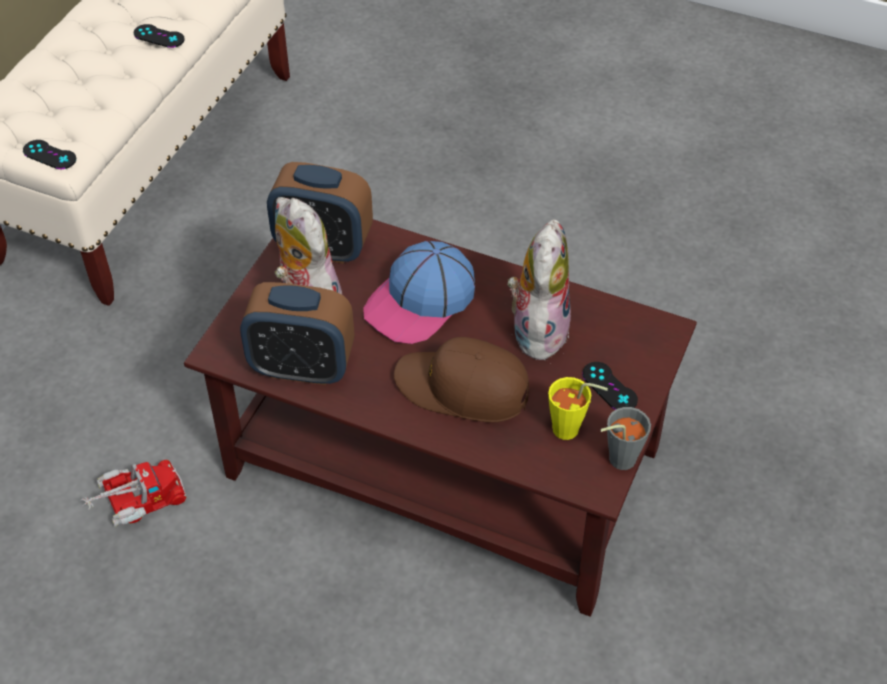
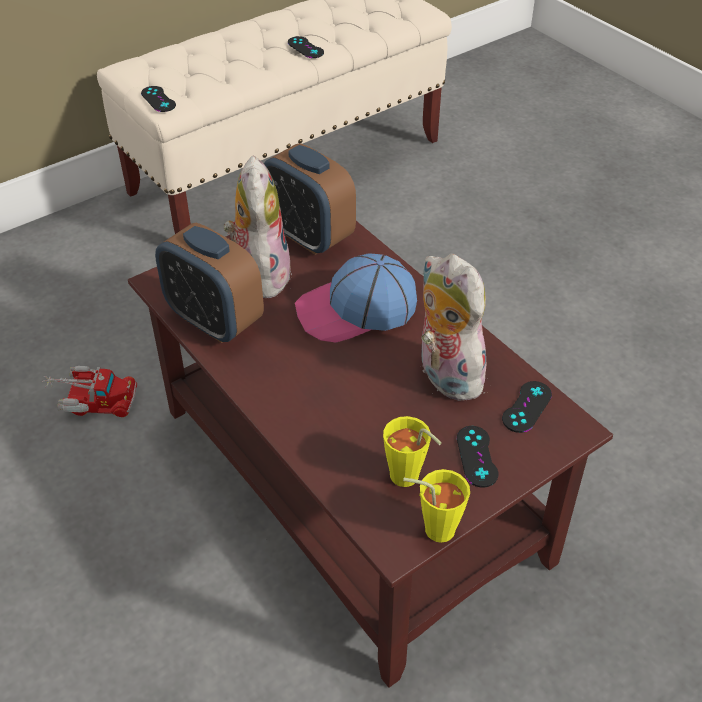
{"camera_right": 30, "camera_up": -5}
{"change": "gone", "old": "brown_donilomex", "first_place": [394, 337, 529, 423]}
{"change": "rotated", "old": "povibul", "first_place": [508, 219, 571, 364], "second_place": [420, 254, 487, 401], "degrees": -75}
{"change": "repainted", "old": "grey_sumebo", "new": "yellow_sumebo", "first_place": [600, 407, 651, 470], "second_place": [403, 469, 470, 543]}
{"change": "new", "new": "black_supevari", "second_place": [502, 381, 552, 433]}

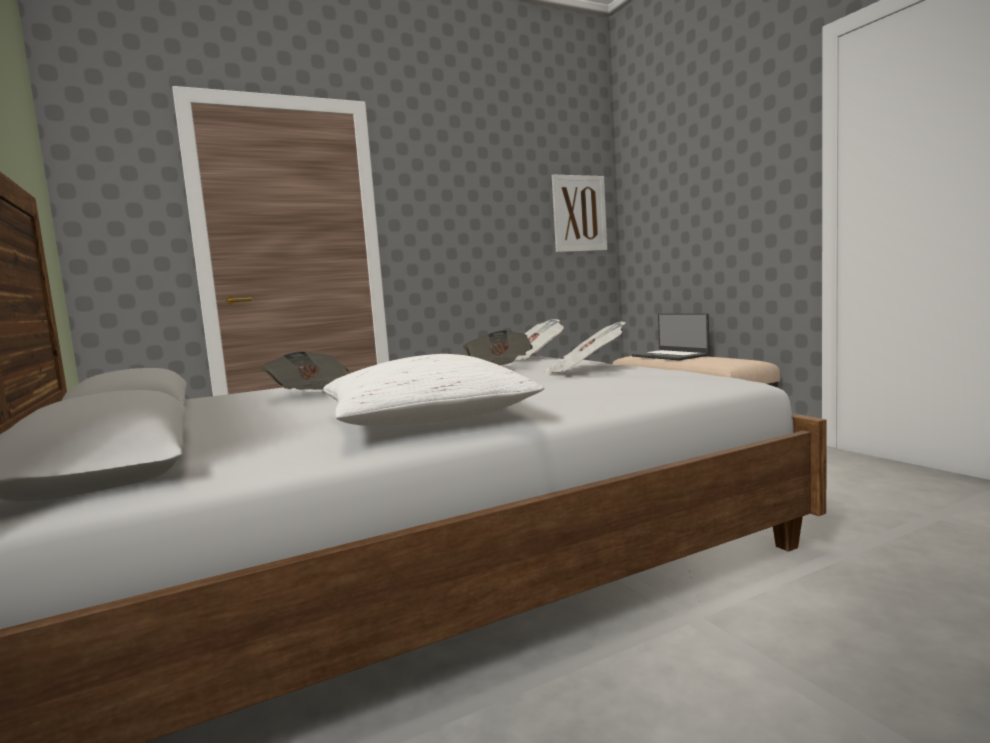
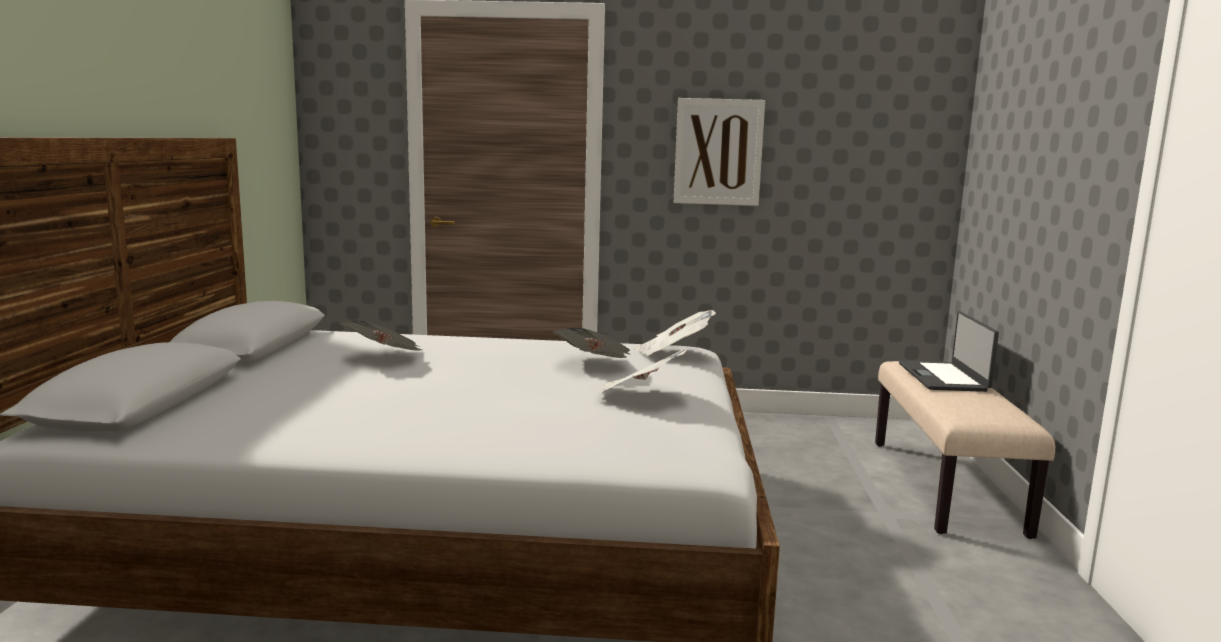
{"camera_right": 30, "camera_up": 5}
{"change": "gone", "old": "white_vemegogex", "first_place": [323, 354, 544, 427]}
{"change": "shifted", "old": "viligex", "first_place": [552, 175, 607, 252], "second_place": [674, 98, 765, 206]}

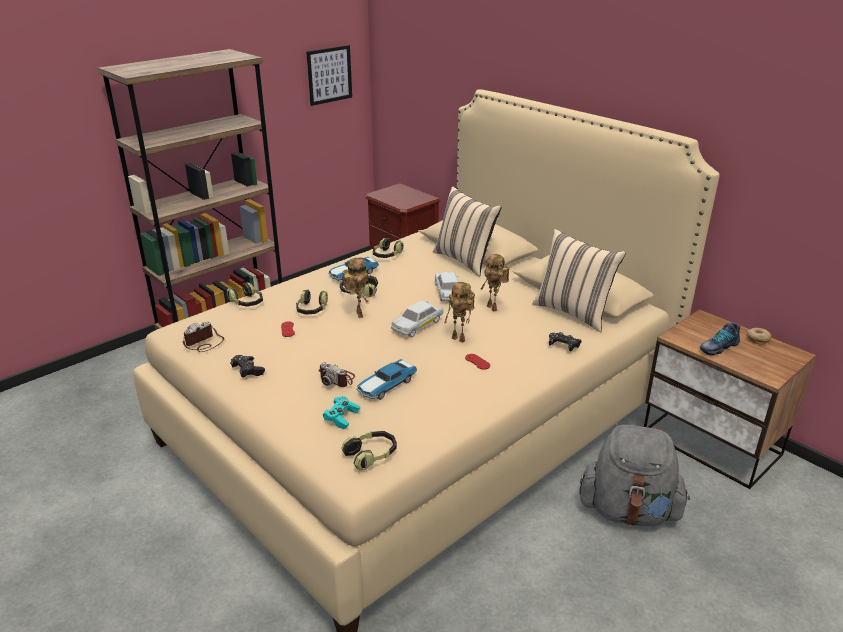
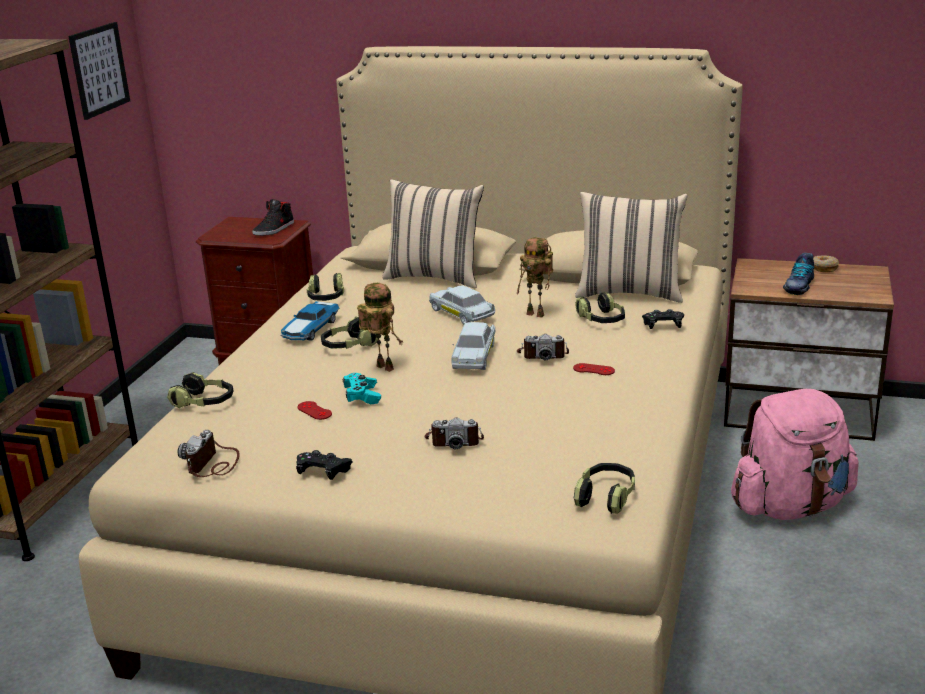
{"camera_right": -30, "camera_up": -5}
{"change": "shifted", "old": "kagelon", "first_place": [296, 290, 328, 314], "second_place": [575, 292, 625, 323]}
{"change": "shifted", "old": "turquoise_supevari", "first_place": [323, 396, 360, 429], "second_place": [342, 373, 381, 404]}
{"change": "gone", "old": "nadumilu", "first_place": [356, 359, 417, 400]}
{"change": "swapped", "old": "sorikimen", "new": "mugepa", "first_place": [444, 282, 475, 343], "second_place": [517, 334, 569, 360]}
{"change": "repainted", "old": "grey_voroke", "new": "pink_voroke", "first_place": [579, 424, 690, 526], "second_place": [731, 389, 859, 520]}
{"change": "new", "new": "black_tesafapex", "second_place": [252, 199, 294, 236]}

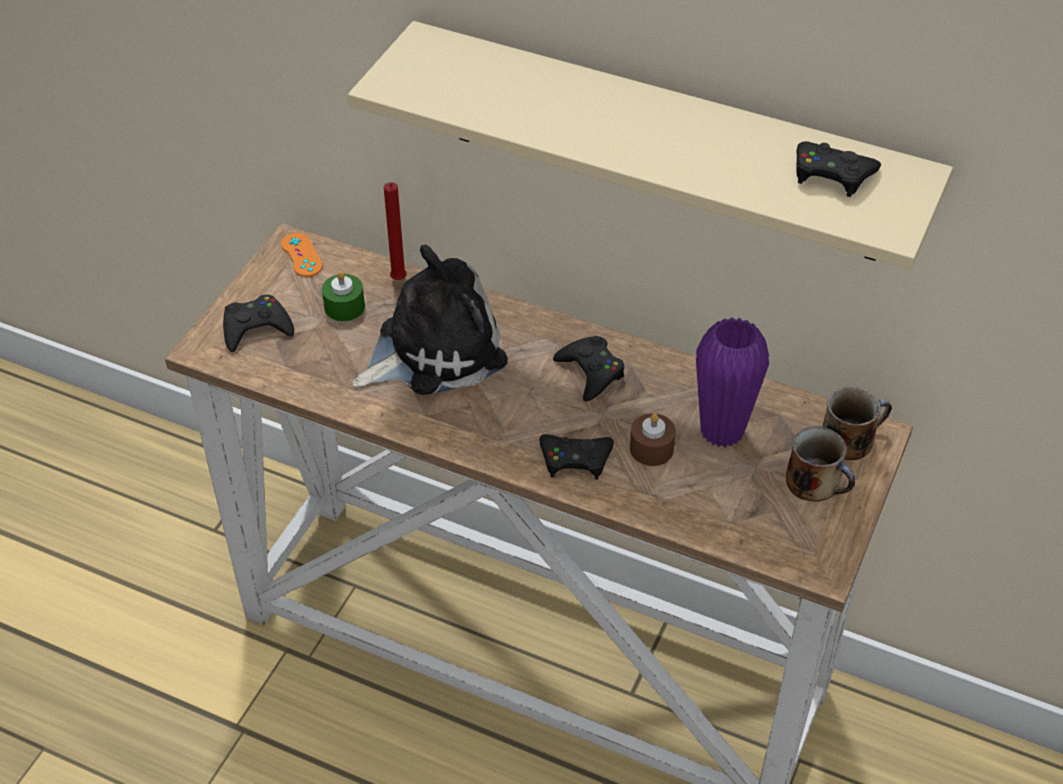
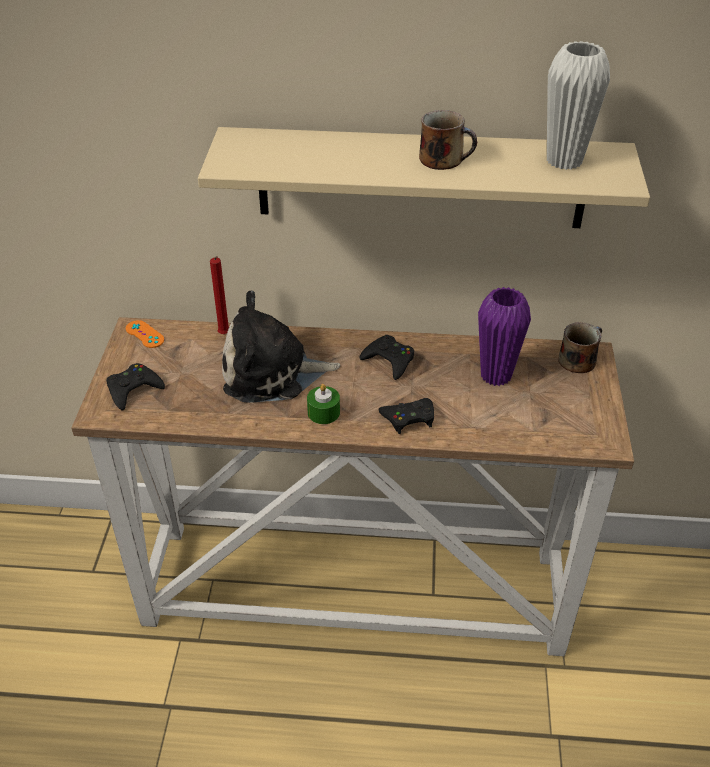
{"camera_right": -20, "camera_up": -5}
{"change": "shifted", "old": "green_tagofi", "first_place": [322, 271, 365, 322], "second_place": [307, 384, 340, 424]}
{"change": "rotated", "old": "povibul", "first_place": [353, 245, 508, 395], "second_place": [222, 290, 340, 403], "degrees": -135}
{"change": "gone", "old": "brown_tagofi", "first_place": [630, 413, 676, 466]}
{"change": "shifted", "old": "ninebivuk", "first_place": [786, 426, 855, 502], "second_place": [419, 110, 477, 170]}
{"change": "swapped", "old": "black_supevari", "new": "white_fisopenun", "first_place": [796, 141, 881, 197], "second_place": [547, 41, 610, 170]}

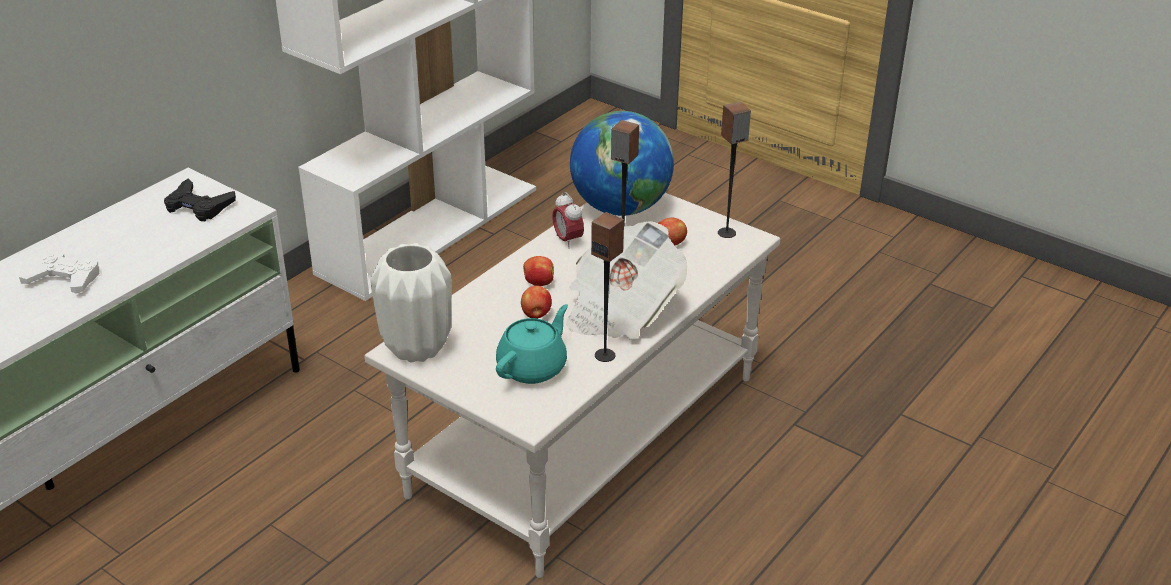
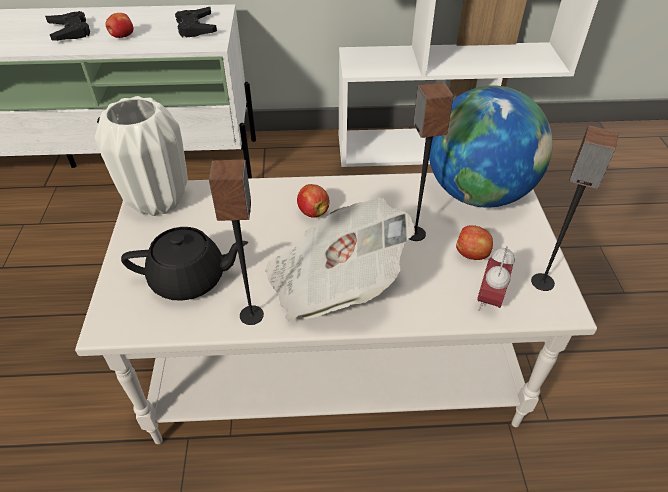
{"camera_right": 50, "camera_up": 10}
{"change": "repainted", "old": "white_supevari", "new": "black_supevari", "first_place": [19, 252, 99, 294], "second_place": [45, 11, 90, 41]}
{"change": "repainted", "old": "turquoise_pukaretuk", "new": "black_pukaretuk", "first_place": [496, 304, 568, 384], "second_place": [121, 227, 248, 301]}
{"change": "shifted", "old": "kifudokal", "first_place": [521, 285, 552, 319], "second_place": [105, 13, 134, 38]}
{"change": "shifted", "old": "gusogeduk", "first_place": [552, 192, 584, 249], "second_place": [477, 246, 515, 311]}

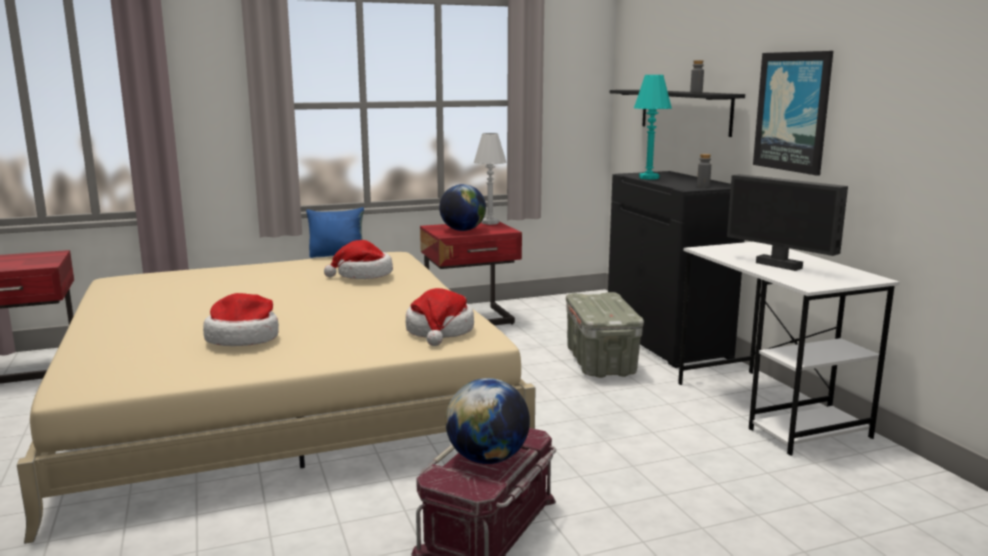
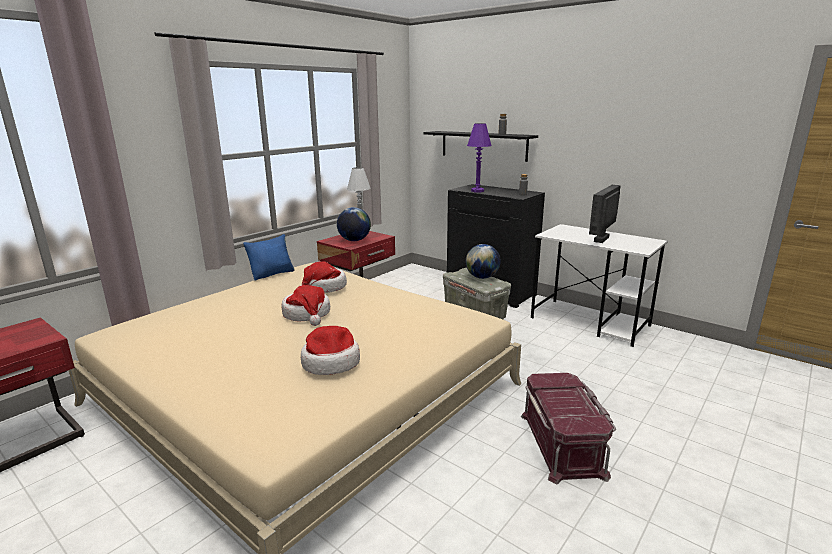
{"camera_right": -30, "camera_up": 5}
{"change": "shifted", "old": "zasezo", "first_place": [406, 288, 474, 346], "second_place": [282, 285, 330, 326]}
{"change": "shifted", "old": "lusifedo", "first_place": [445, 378, 530, 464], "second_place": [466, 244, 501, 279]}
{"change": "repainted", "old": "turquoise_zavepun", "new": "purple_zavepun", "first_place": [634, 75, 672, 180], "second_place": [467, 123, 492, 192]}
{"change": "rotated", "old": "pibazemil", "first_place": [727, 174, 848, 271], "second_place": [589, 185, 621, 243], "degrees": 105}
{"change": "gone", "old": "viligex", "first_place": [753, 51, 833, 176]}

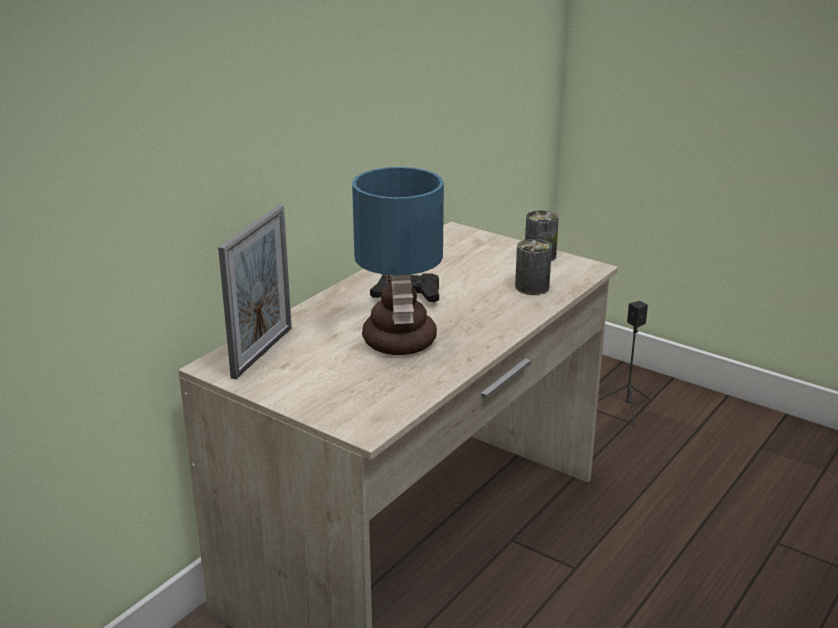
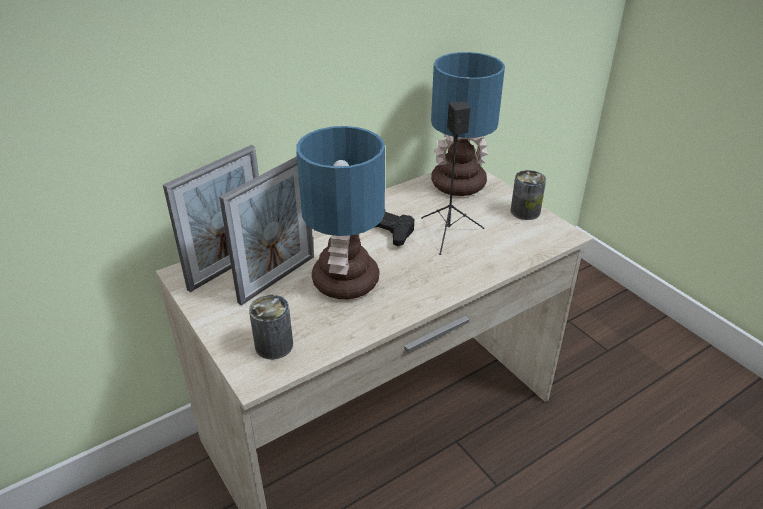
{"camera_right": 20, "camera_up": 10}
{"change": "shifted", "old": "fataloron", "first_place": [515, 239, 552, 295], "second_place": [249, 295, 293, 359]}
{"change": "shifted", "old": "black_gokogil", "first_place": [598, 301, 651, 426], "second_place": [421, 102, 484, 255]}
{"change": "new", "new": "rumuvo", "second_place": [219, 156, 314, 305]}
{"change": "new", "new": "zavepun", "second_place": [431, 52, 505, 196]}

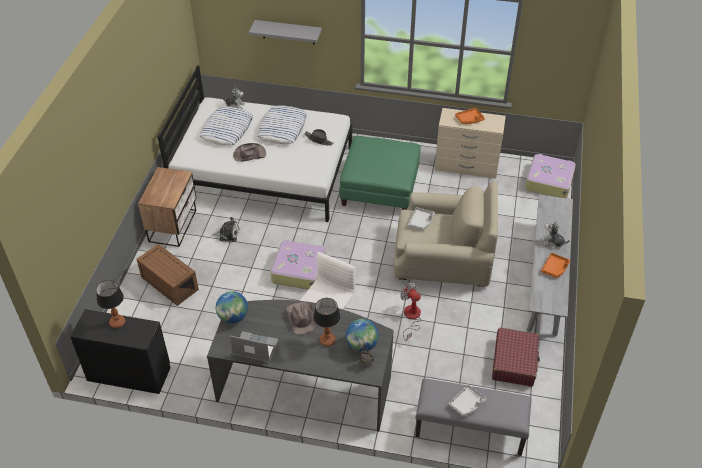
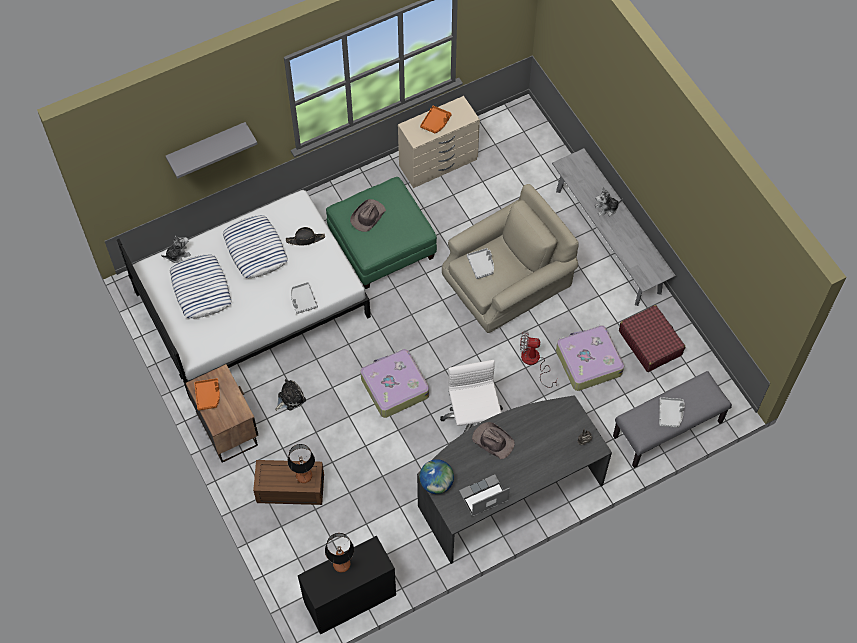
{"camera_right": -40, "camera_up": 15}
{"change": "shifted", "old": "brown_zasezo", "first_place": [233, 143, 266, 161], "second_place": [350, 199, 386, 232]}
{"change": "shifted", "old": "zavepun", "first_place": [313, 298, 341, 347], "second_place": [288, 444, 315, 483]}
{"change": "gone", "old": "lusifedo", "first_place": [346, 319, 379, 352]}
{"change": "shifted", "old": "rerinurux", "first_place": [525, 154, 575, 198], "second_place": [556, 325, 624, 391]}
{"change": "shifted", "old": "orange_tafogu", "first_place": [541, 253, 570, 278], "second_place": [194, 378, 220, 411]}
{"change": "new", "new": "grey_tafogu", "second_place": [291, 282, 318, 314]}

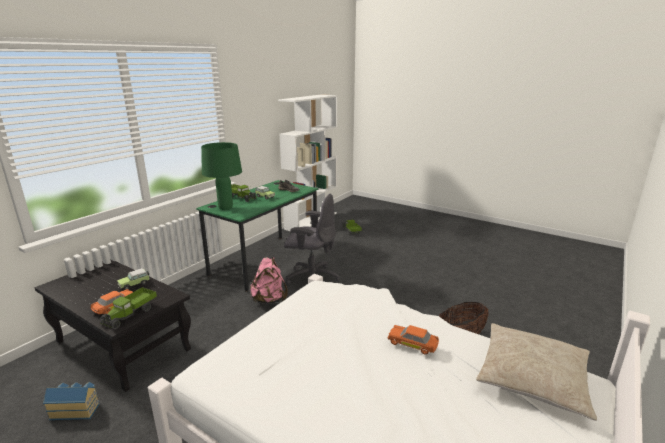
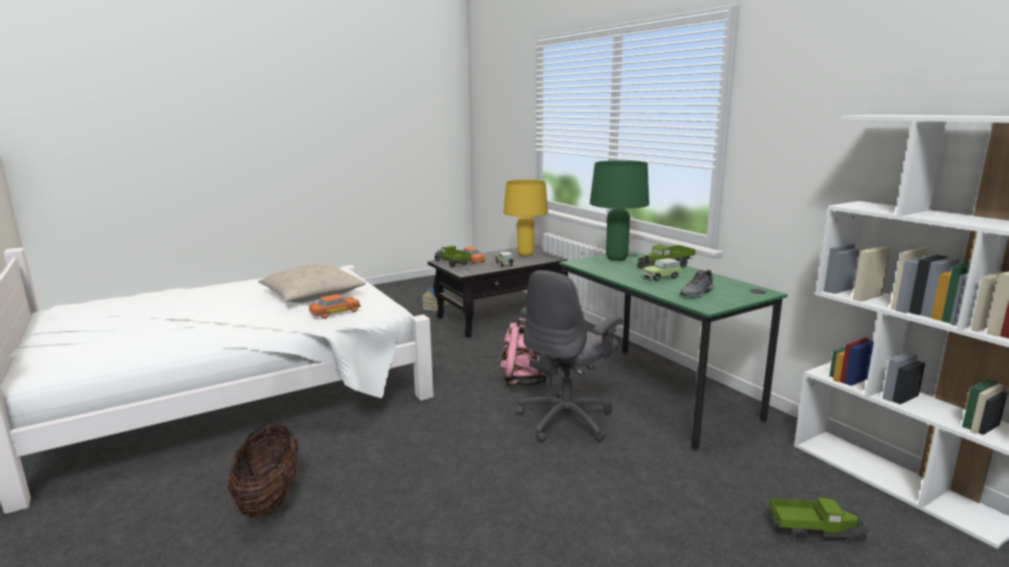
{"camera_right": 115, "camera_up": -5}
{"change": "shifted", "old": "orange_nadumilu", "first_place": [388, 325, 439, 355], "second_place": [309, 294, 361, 318]}
{"change": "shifted", "old": "beige_vemegogex", "first_place": [476, 323, 597, 421], "second_place": [258, 264, 366, 303]}
{"change": "new", "new": "yellow_zavepun", "second_place": [503, 179, 548, 256]}

